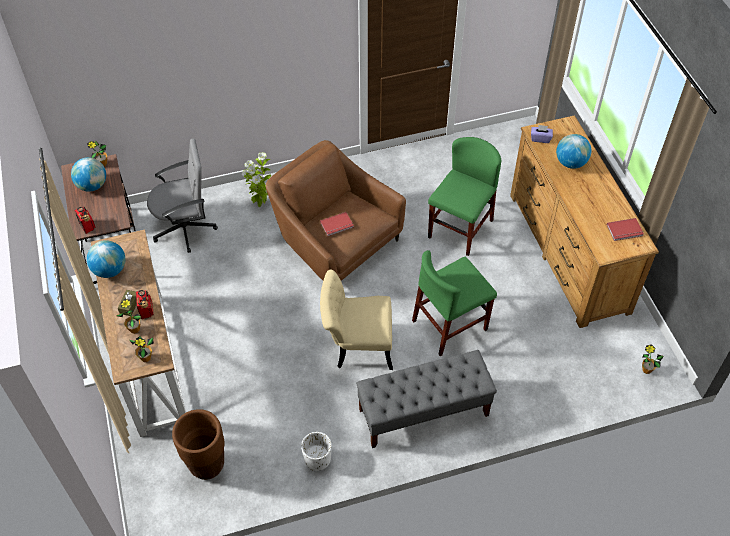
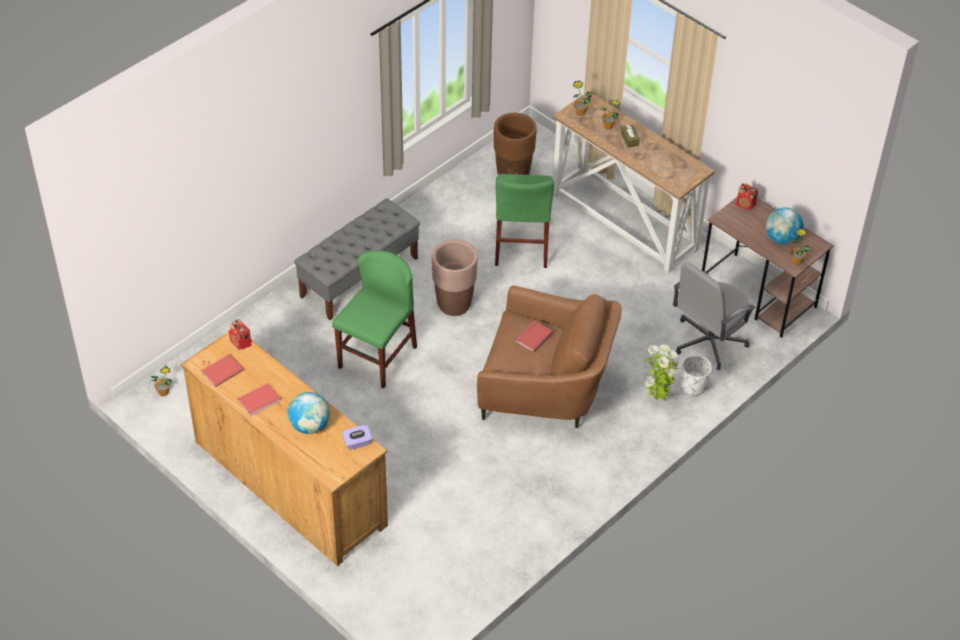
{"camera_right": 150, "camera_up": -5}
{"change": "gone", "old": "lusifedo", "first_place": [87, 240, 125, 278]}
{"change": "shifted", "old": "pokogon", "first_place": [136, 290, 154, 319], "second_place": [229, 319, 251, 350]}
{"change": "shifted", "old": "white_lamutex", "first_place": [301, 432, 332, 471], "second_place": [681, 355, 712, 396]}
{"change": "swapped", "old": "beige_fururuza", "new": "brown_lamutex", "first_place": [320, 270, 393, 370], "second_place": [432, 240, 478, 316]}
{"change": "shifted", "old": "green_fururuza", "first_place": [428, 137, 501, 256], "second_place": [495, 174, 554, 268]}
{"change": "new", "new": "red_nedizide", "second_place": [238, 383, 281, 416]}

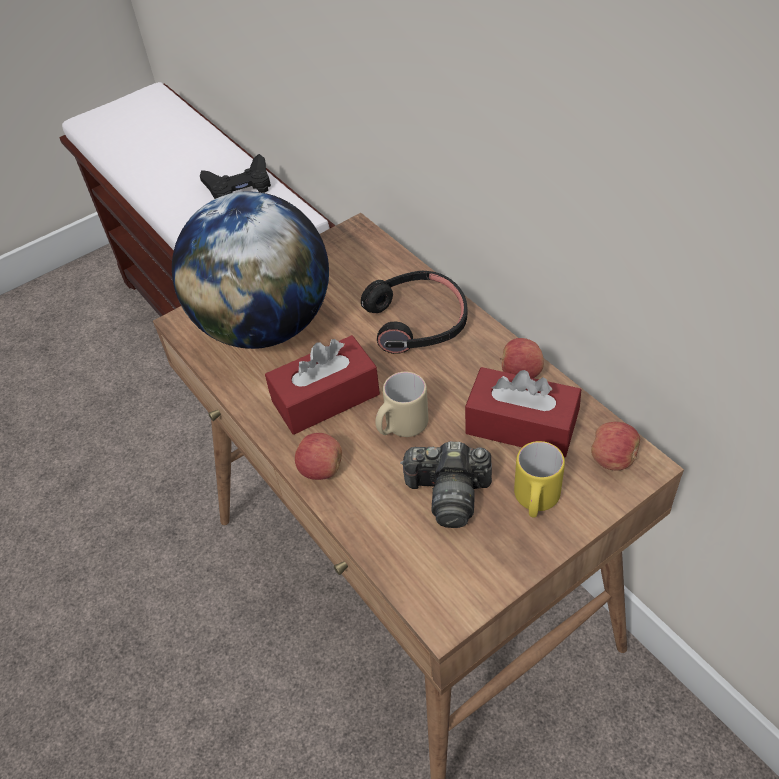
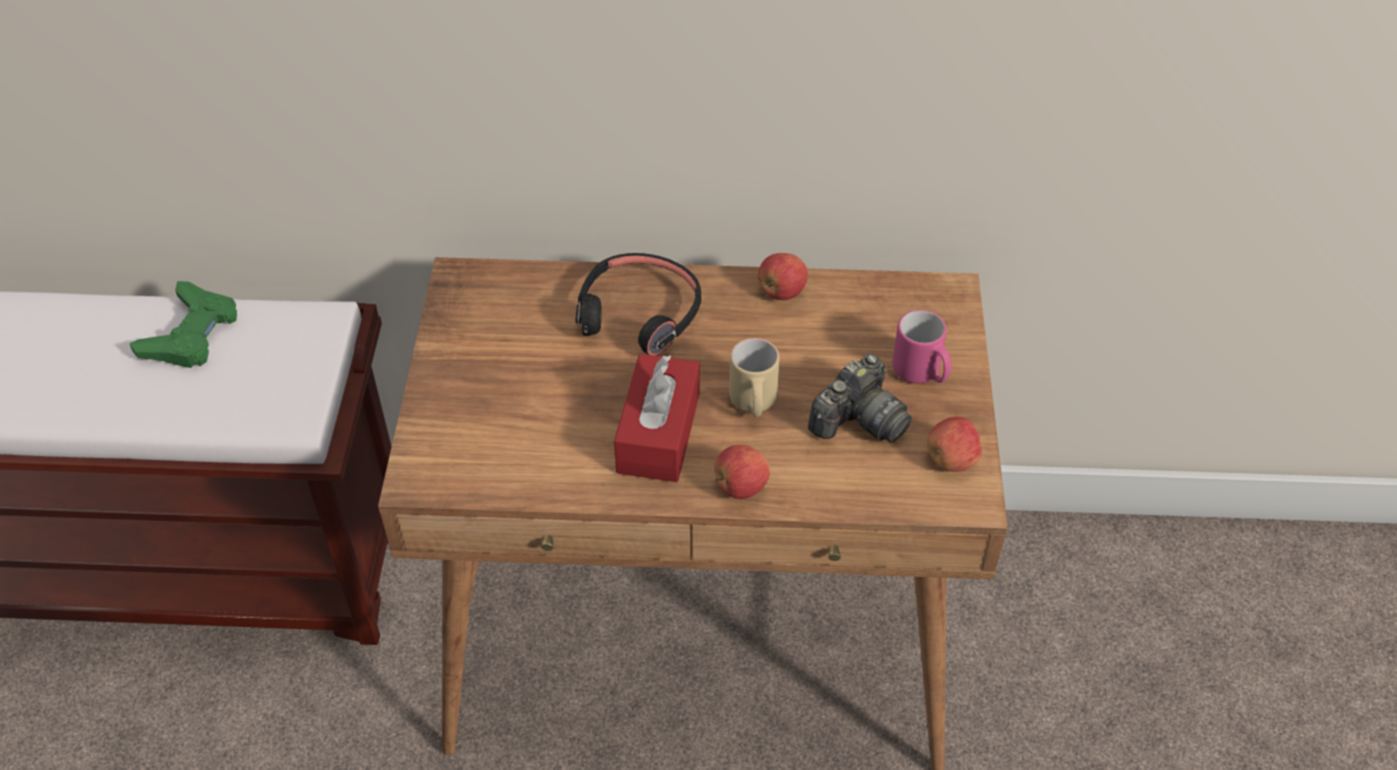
{"camera_right": -55, "camera_up": 0}
{"change": "gone", "old": "lusifedo", "first_place": [172, 191, 329, 349]}
{"change": "repainted", "old": "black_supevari", "new": "green_supevari", "first_place": [200, 154, 271, 199], "second_place": [130, 281, 237, 368]}
{"change": "gone", "old": "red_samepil", "first_place": [465, 367, 581, 458]}
{"change": "repainted", "old": "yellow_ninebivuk", "new": "pink_ninebivuk", "first_place": [514, 441, 565, 517], "second_place": [892, 310, 951, 383]}
{"change": "shifted", "old": "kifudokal", "first_place": [591, 422, 640, 471], "second_place": [927, 417, 982, 472]}

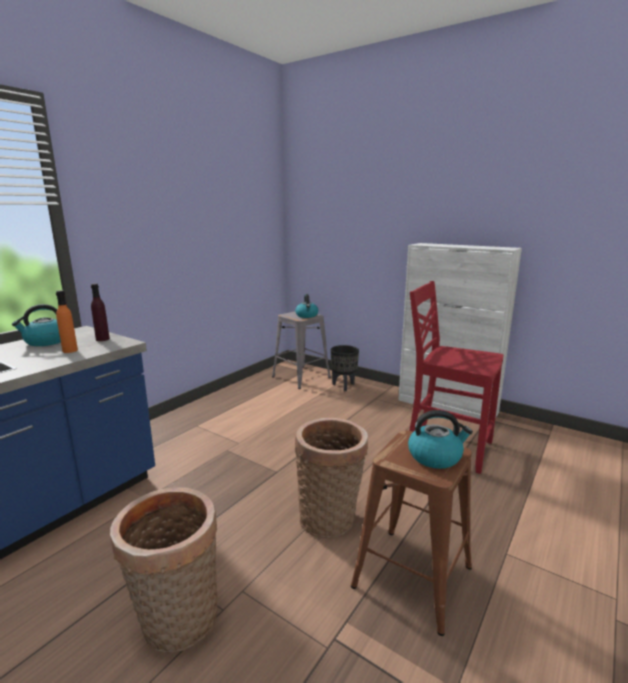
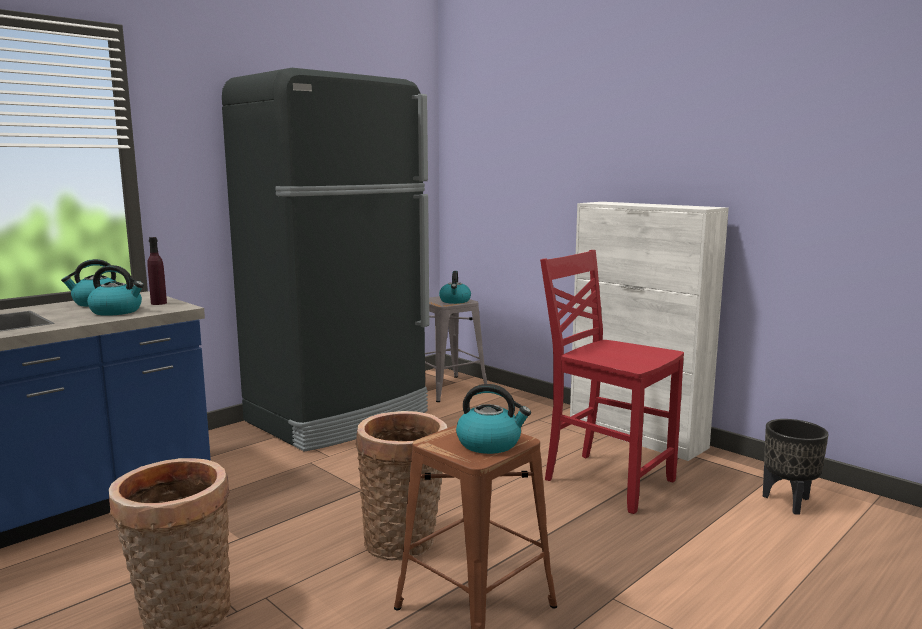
{"camera_right": 10, "camera_up": -5}
{"change": "swapped", "old": "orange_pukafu", "new": "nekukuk", "first_place": [56, 290, 78, 353], "second_place": [87, 265, 144, 316]}
{"change": "shifted", "old": "black_lamutex", "first_place": [331, 345, 359, 391], "second_place": [763, 419, 829, 515]}
{"change": "new", "new": "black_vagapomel", "second_place": [222, 68, 429, 452]}

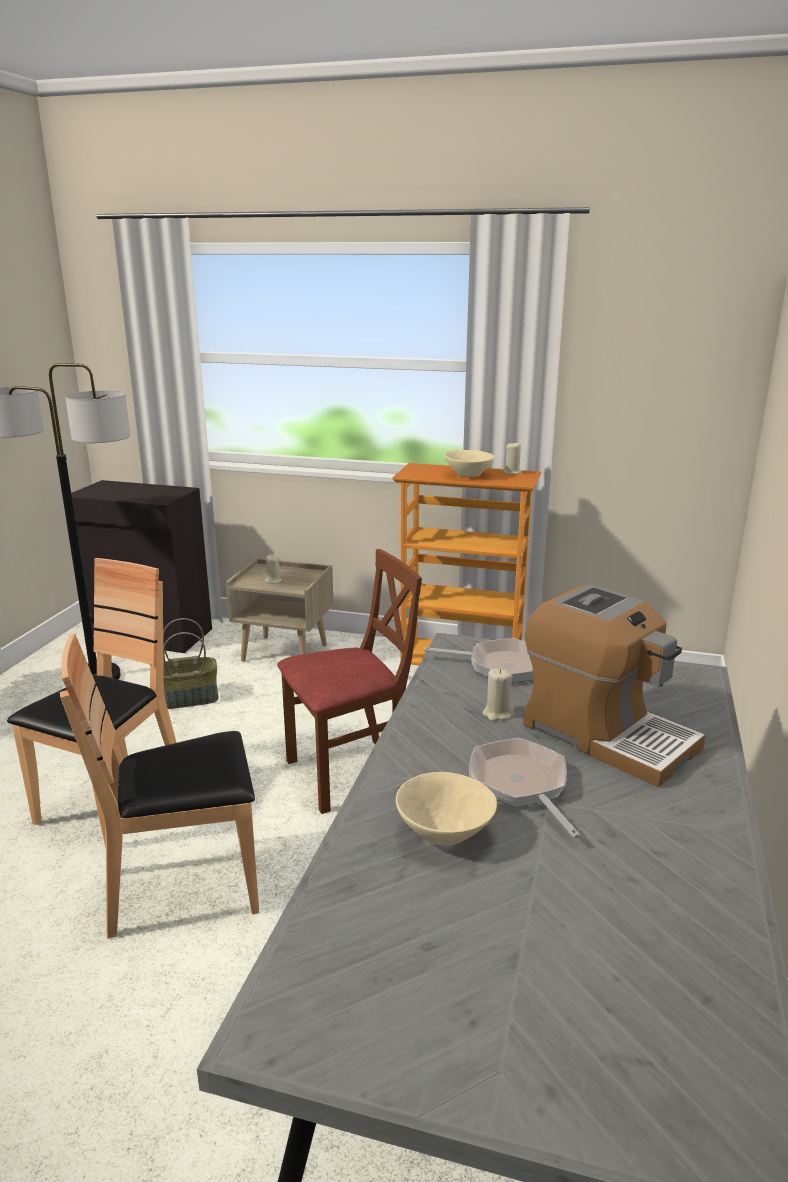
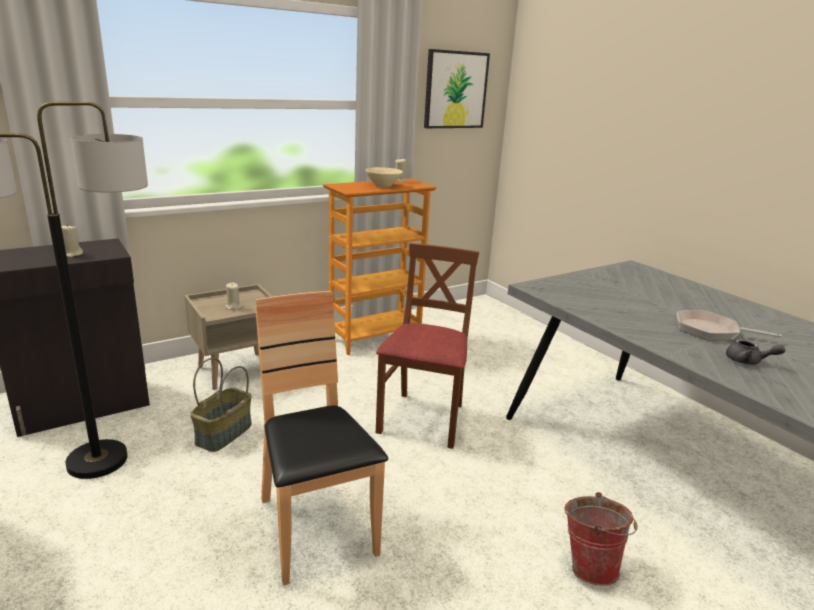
{"camera_right": -50, "camera_up": 0}
{"change": "gone", "old": "brown_fururuza", "first_place": [60, 634, 259, 938]}
{"change": "swapped", "old": "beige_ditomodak", "new": "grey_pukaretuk", "first_place": [396, 772, 497, 846], "second_place": [726, 338, 785, 365]}
{"change": "gone", "old": "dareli", "first_place": [424, 638, 534, 683]}
{"change": "shifted", "old": "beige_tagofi", "first_place": [483, 669, 514, 721], "second_place": [61, 224, 83, 257]}
{"change": "gone", "old": "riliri", "first_place": [523, 584, 705, 787]}
{"change": "new", "new": "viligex", "second_place": [424, 49, 490, 128]}
{"change": "new", "new": "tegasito", "second_place": [564, 492, 638, 586]}

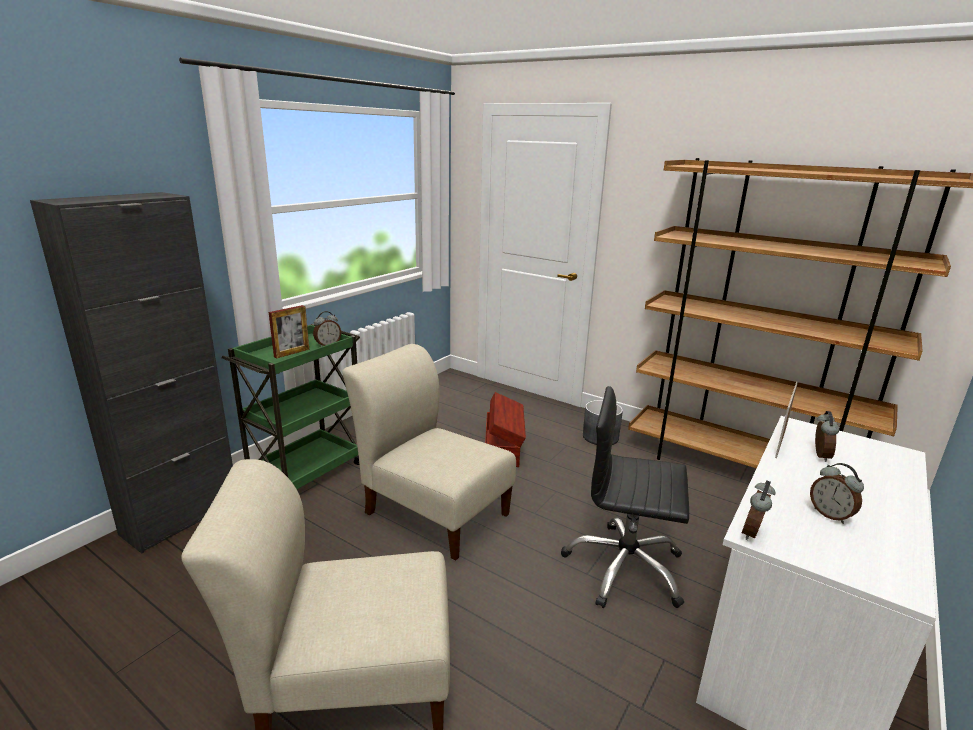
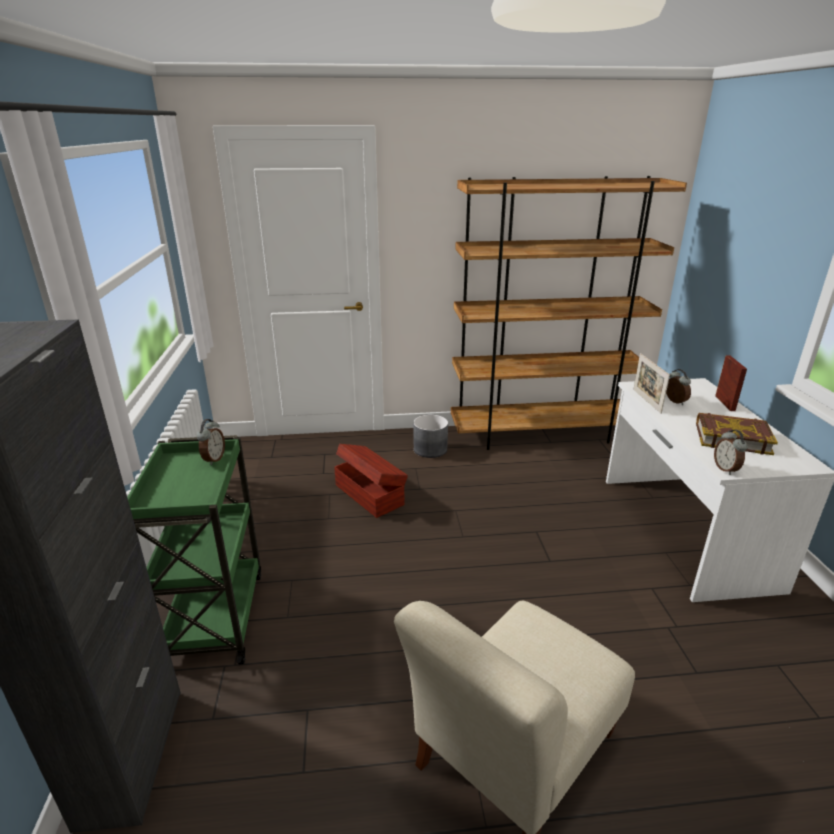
{"camera_right": -40, "camera_up": 5}
{"change": "shifted", "old": "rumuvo", "first_place": [269, 305, 309, 359], "second_place": [715, 356, 747, 411]}
{"change": "gone", "old": "beige_fururuza", "first_place": [342, 344, 516, 561]}
{"change": "gone", "old": "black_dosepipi", "first_place": [561, 386, 689, 608]}
{"change": "swapped", "old": "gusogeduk", "new": "nedizide", "first_place": [810, 463, 864, 524], "second_place": [696, 413, 778, 455]}

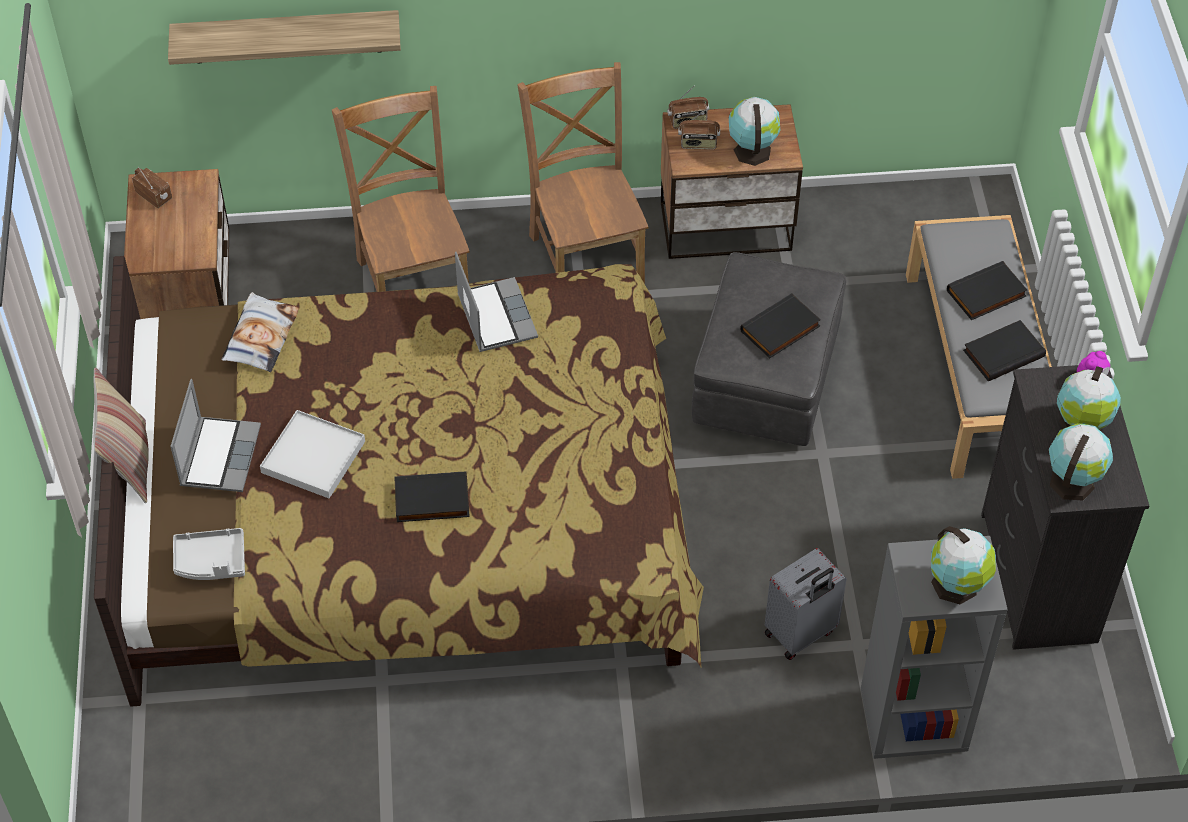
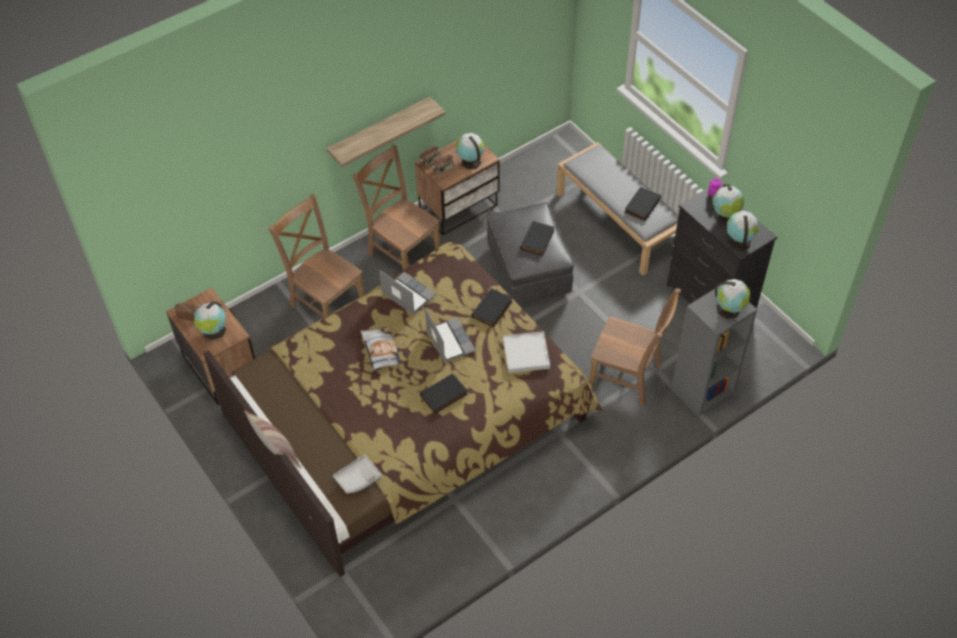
{"camera_right": -30, "camera_up": 0}
{"change": "shifted", "old": "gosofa", "first_place": [168, 10, 401, 65], "second_place": [327, 97, 445, 167]}
{"change": "shifted", "old": "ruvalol", "first_place": [170, 379, 261, 492], "second_place": [425, 307, 476, 363]}
{"change": "shifted", "old": "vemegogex", "first_place": [222, 292, 299, 372], "second_place": [361, 327, 402, 370]}
{"change": "shifted", "old": "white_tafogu", "first_place": [260, 410, 365, 498], "second_place": [503, 331, 550, 373]}
{"change": "swapped", "old": "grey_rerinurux", "new": "brown_fururuza", "first_place": [765, 548, 847, 660], "second_place": [589, 289, 681, 407]}
{"change": "shifted", "old": "black_nedizide", "first_place": [947, 261, 1027, 320], "second_place": [471, 288, 513, 328]}
{"change": "new", "new": "lusifedo", "second_place": [194, 302, 226, 340]}

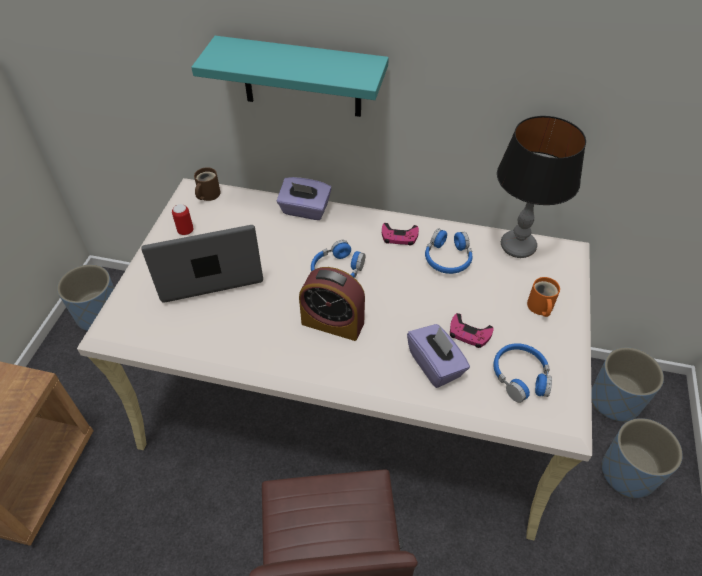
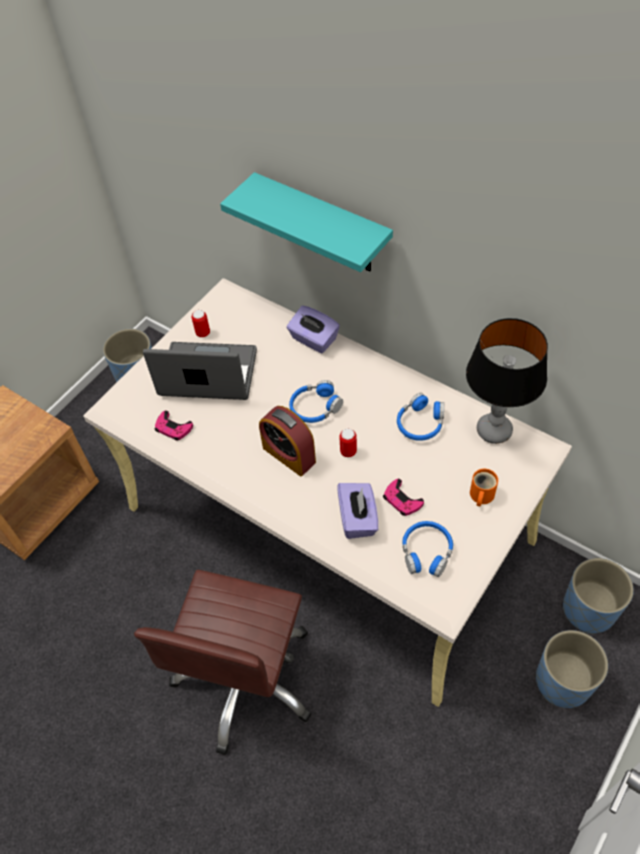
{"camera_right": 25, "camera_up": 5}
{"change": "gone", "old": "brown_ninebivuk", "first_place": [194, 167, 221, 201]}
{"change": "shifted", "old": "pink_supevari", "first_place": [382, 223, 419, 246], "second_place": [155, 410, 193, 441]}
{"change": "new", "new": "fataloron", "second_place": [339, 429, 357, 457]}

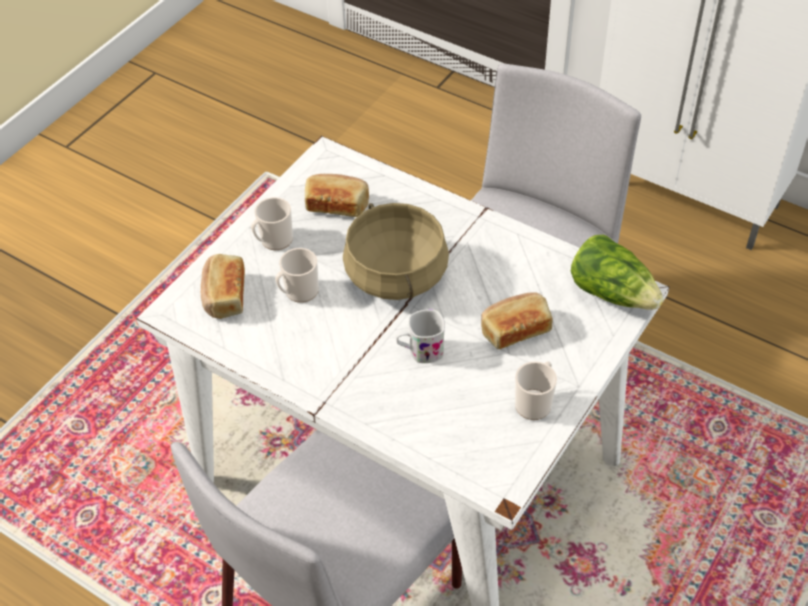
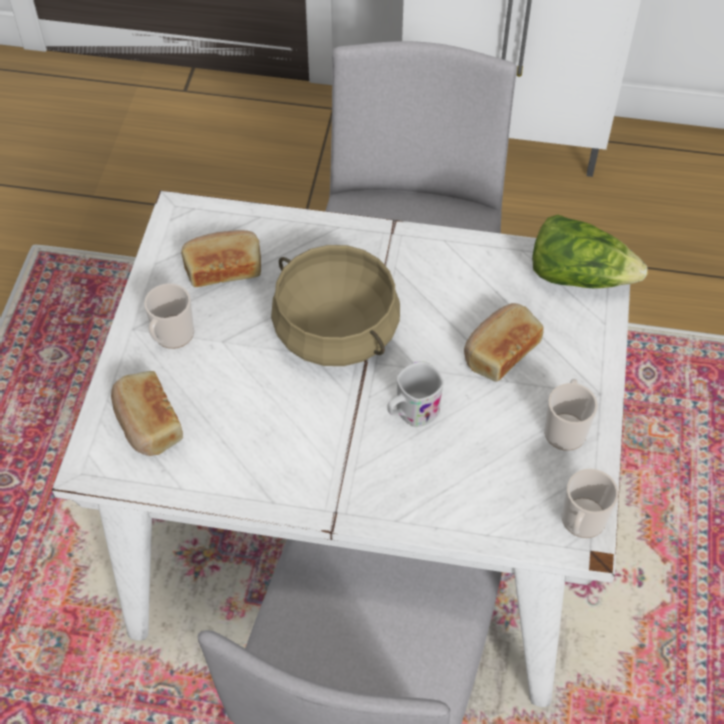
{"camera_right": -25, "camera_up": 5}
{"change": "shifted", "old": "ninebivuk", "first_place": [275, 248, 319, 303], "second_place": [562, 469, 618, 538]}

